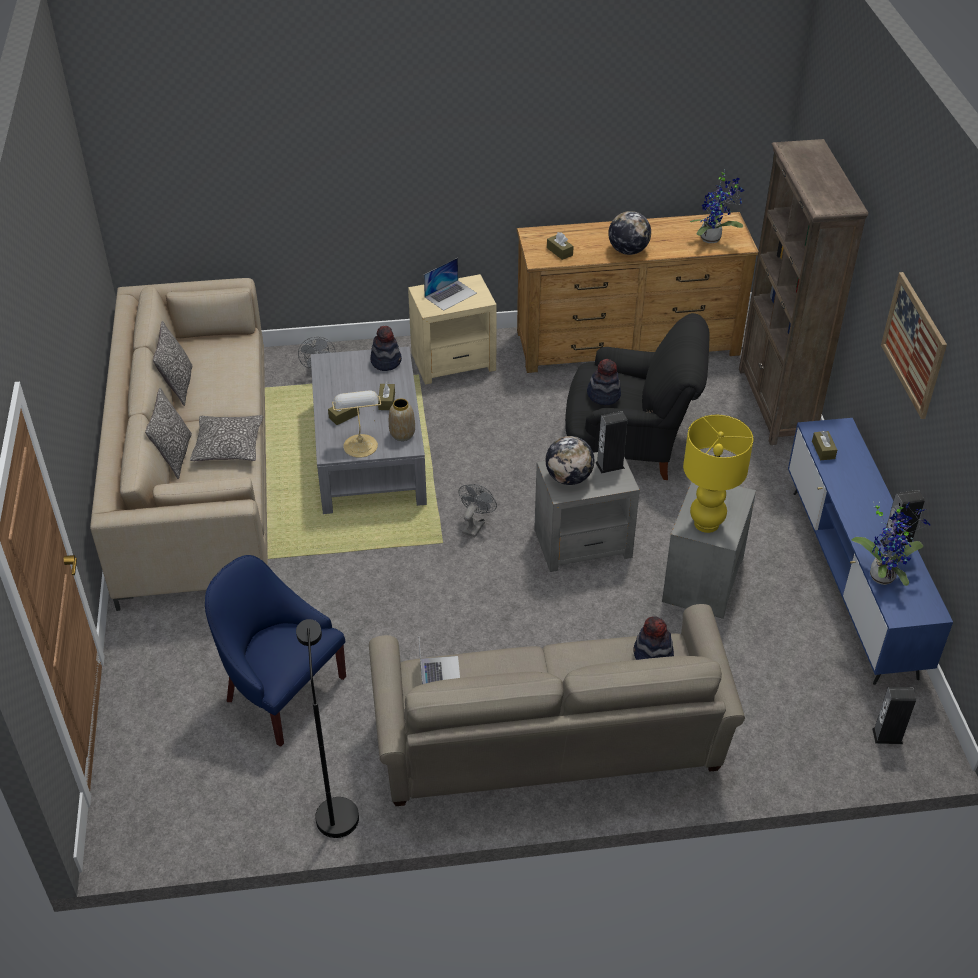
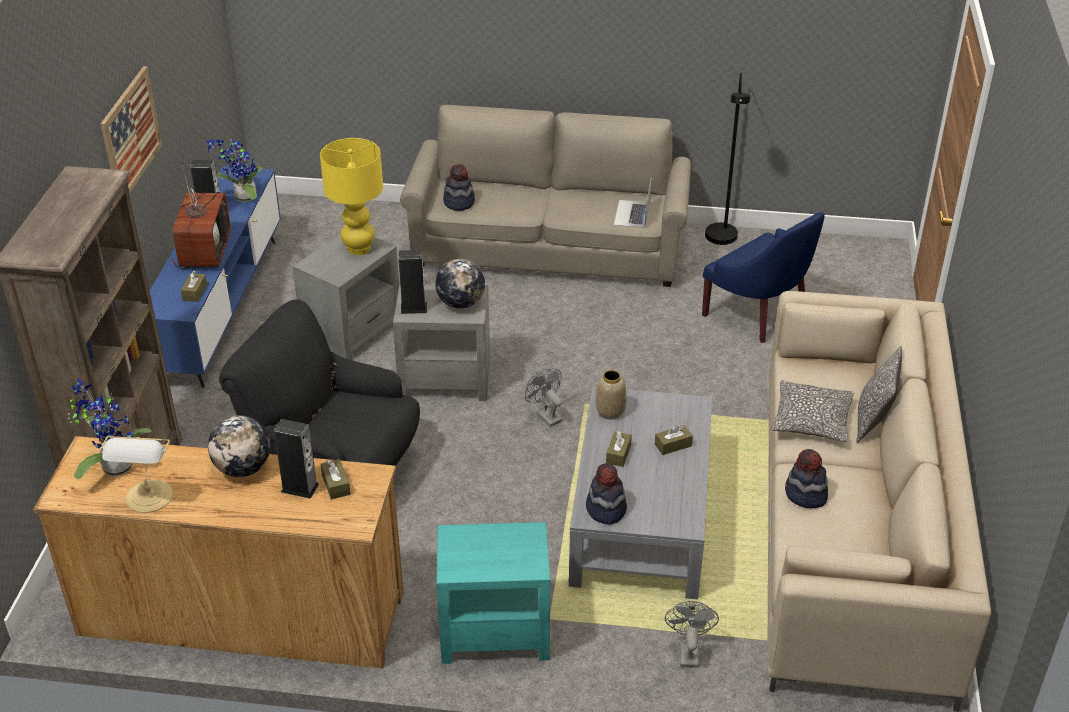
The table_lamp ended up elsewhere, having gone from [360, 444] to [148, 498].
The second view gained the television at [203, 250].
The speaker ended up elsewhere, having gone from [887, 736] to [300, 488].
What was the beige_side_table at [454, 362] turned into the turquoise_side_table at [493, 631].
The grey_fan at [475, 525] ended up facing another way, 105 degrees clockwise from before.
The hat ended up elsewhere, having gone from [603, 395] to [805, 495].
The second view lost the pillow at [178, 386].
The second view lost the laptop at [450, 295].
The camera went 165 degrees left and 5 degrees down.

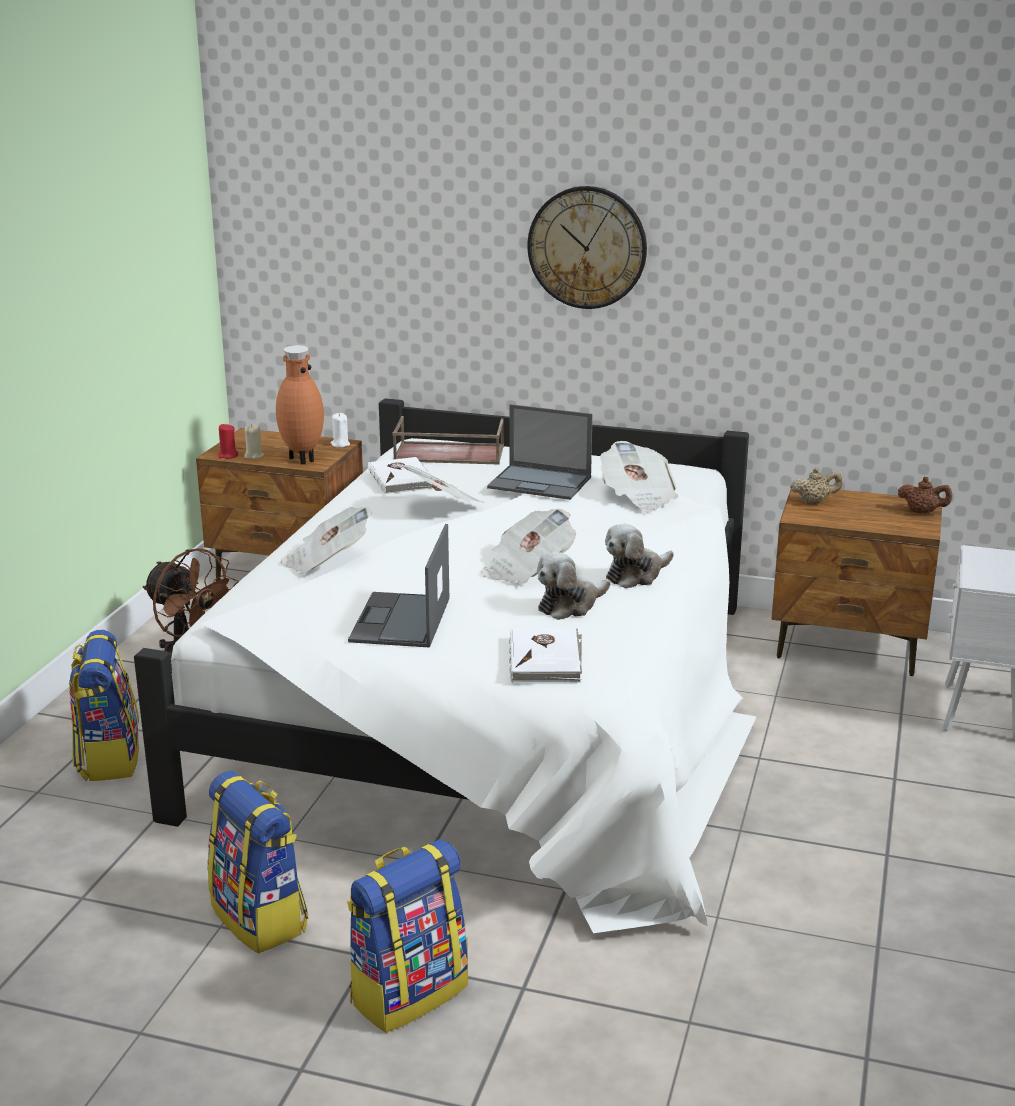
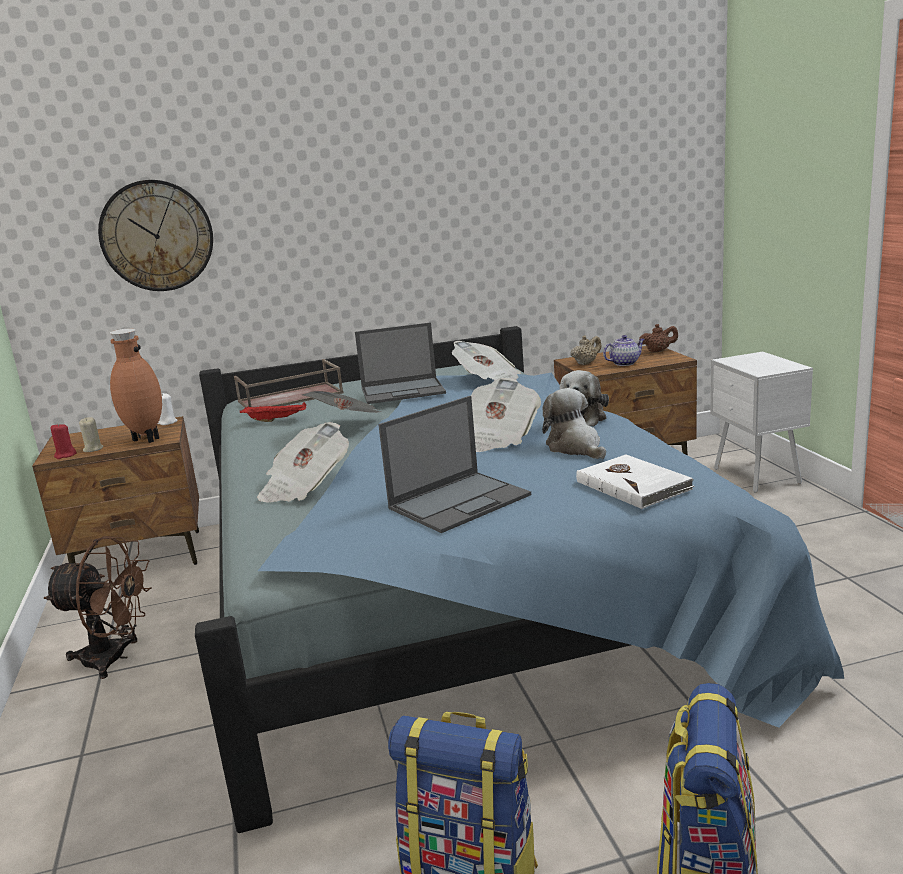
The wall_clock ended up elsewhere, having gone from [587, 247] to [157, 236].
What was the white_bed at [499, 712] turned into the blue_bed at [454, 593].
Where the white_book stood at [402, 479], the red_tray came to stand at [276, 420].
The laptop at [401, 621] ended up facing another way, 105 degrees counterclockwise from before.
The plush_toy at [570, 605] ended up facing another way, 135 degrees clockwise from before.
The second view gained the teapot at [624, 363].
The second view lost the backpack at [108, 758].
The camera went 30 degrees left and 5 degrees down.

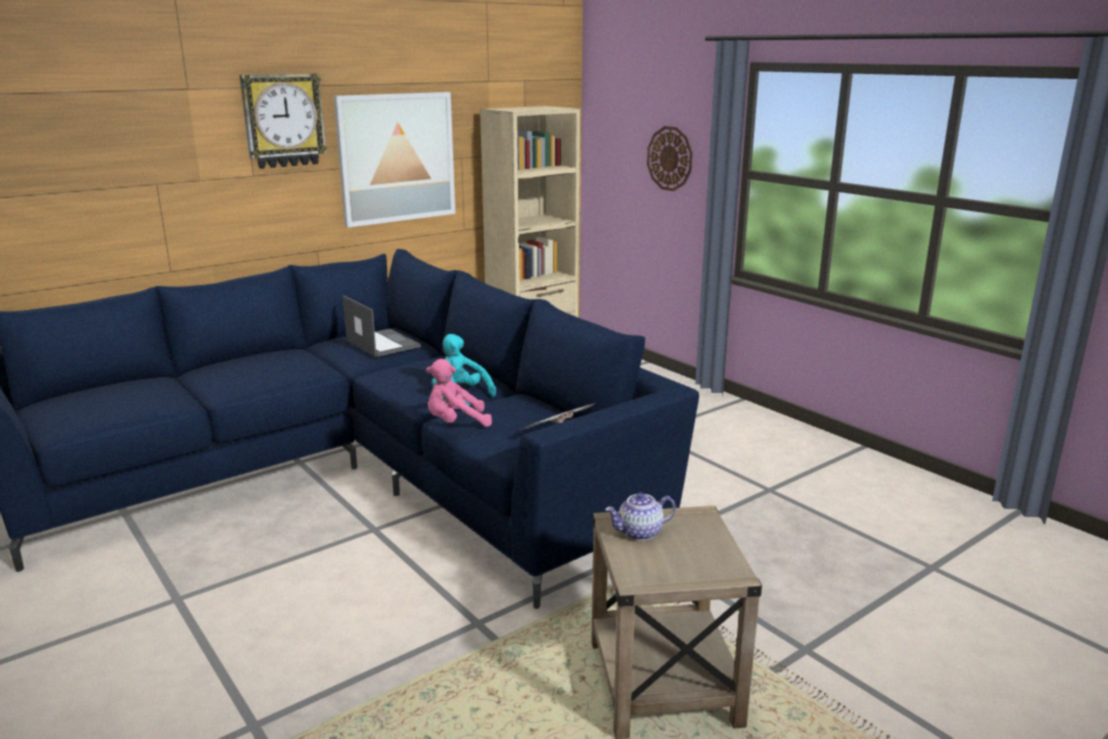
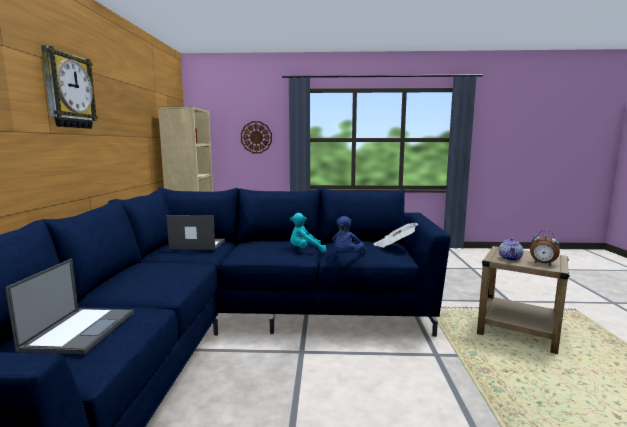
The second view gained the laptop at [80, 330].
What was the pink_plush_toy at [456, 423] turned into the blue_plush_toy at [347, 256].
The second view gained the alarm_clock at [542, 264].
The second view lost the picture at [396, 158].
The camera went 50 degrees left and 10 degrees down.

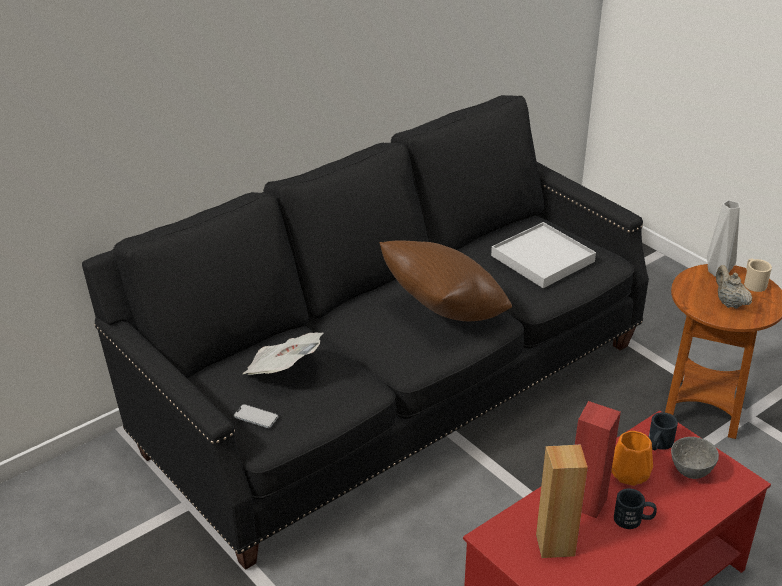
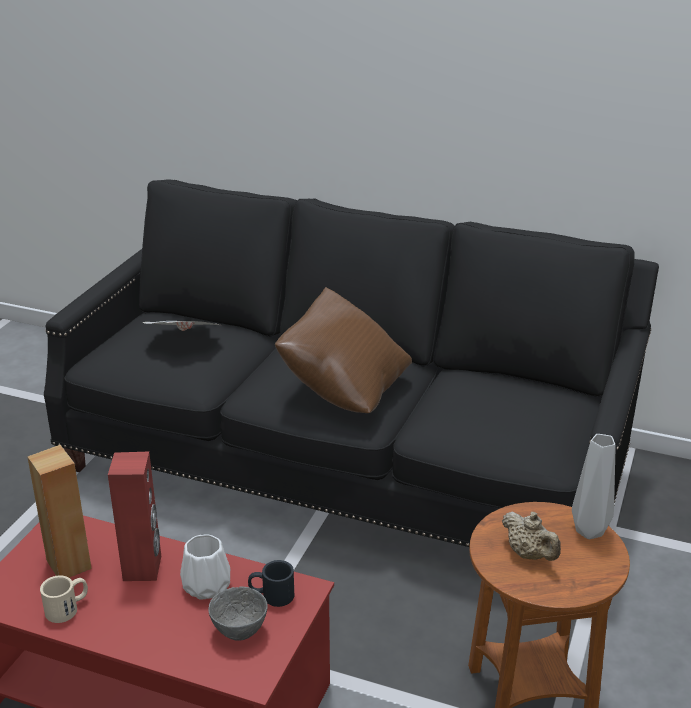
The beige_mug ended up elsewhere, having gone from [753, 282] to [68, 608].
What was the orange_vase at [629, 473] turned into the white_vase at [208, 586].
The beige_teapot at [729, 303] ended up facing another way, 105 degrees clockwise from before.
The second view lost the phone at [256, 417].
The second view lost the white_tray at [542, 258].
The second view lost the black_mug at [633, 519].
The camera went 60 degrees right and 5 degrees down.

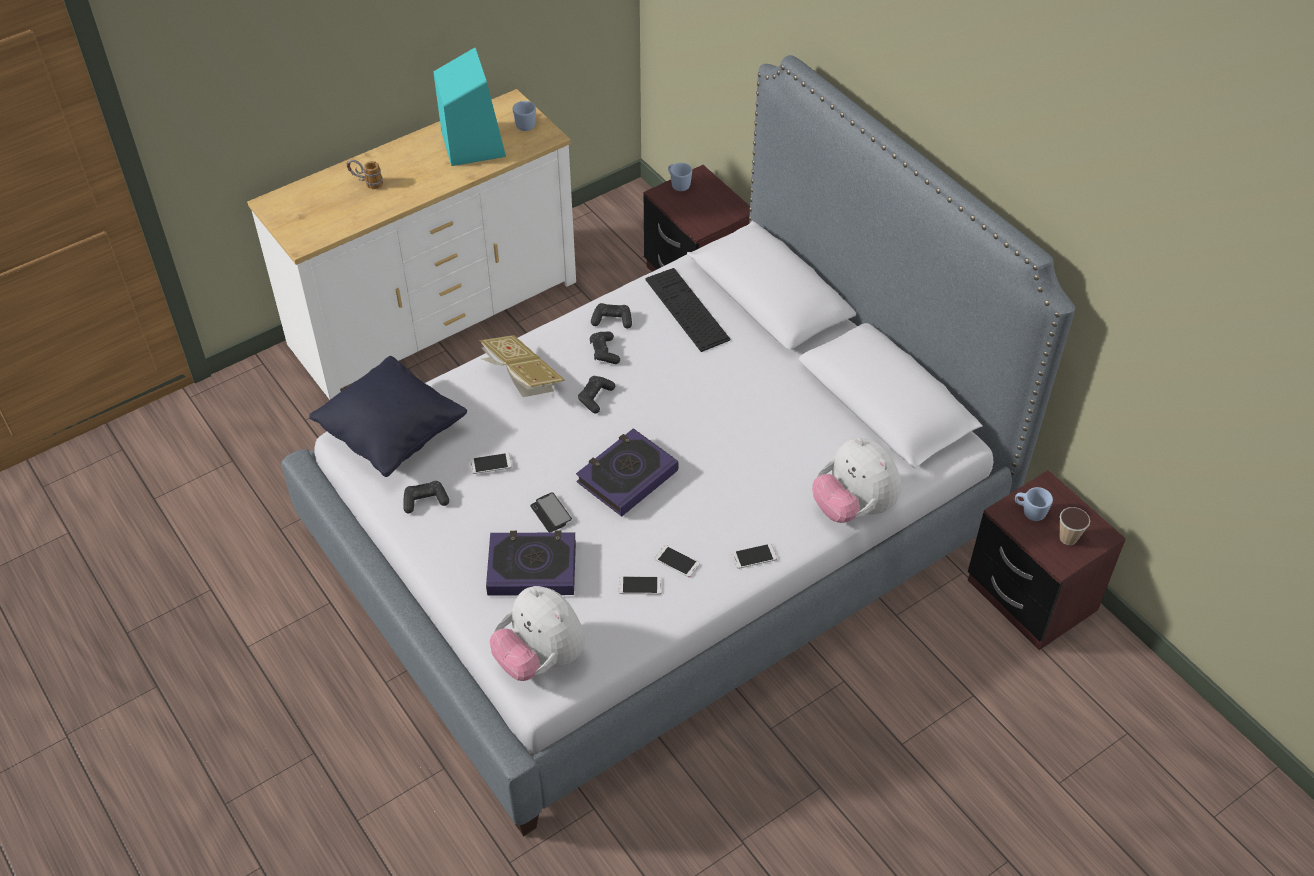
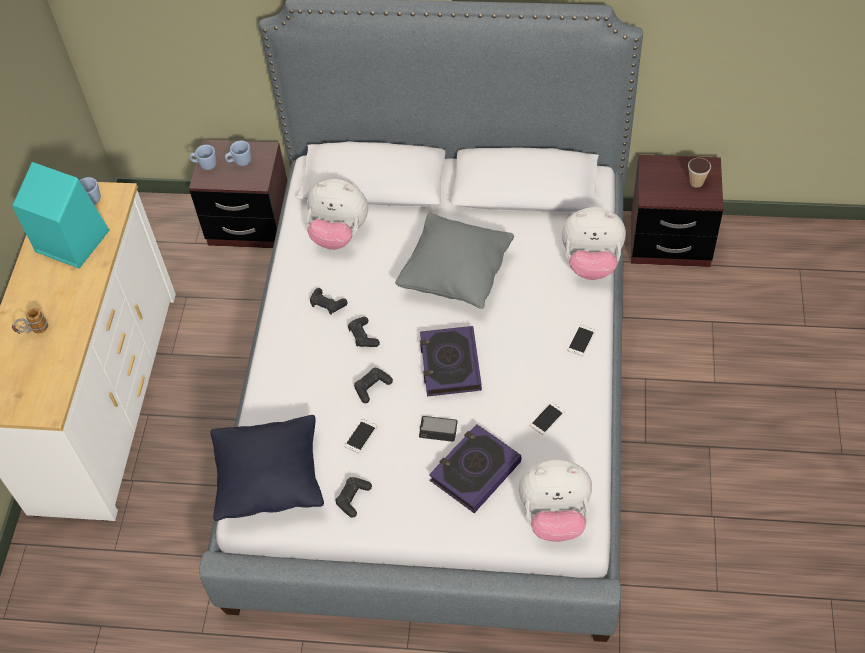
The blue_mug ended up elsewhere, having gone from [1029, 512] to [240, 162].
Where the keyboard stood at [687, 309], the plush_toy came to stand at [339, 234].
The black_game_controller ended up elsewhere, having gone from [612, 320] to [372, 387].
The second view gained the grey_pillow at [456, 276].
The second view lost the book at [521, 379].
The second view lost the phone at [677, 561].
The camera went 45 degrees left and 5 degrees up.

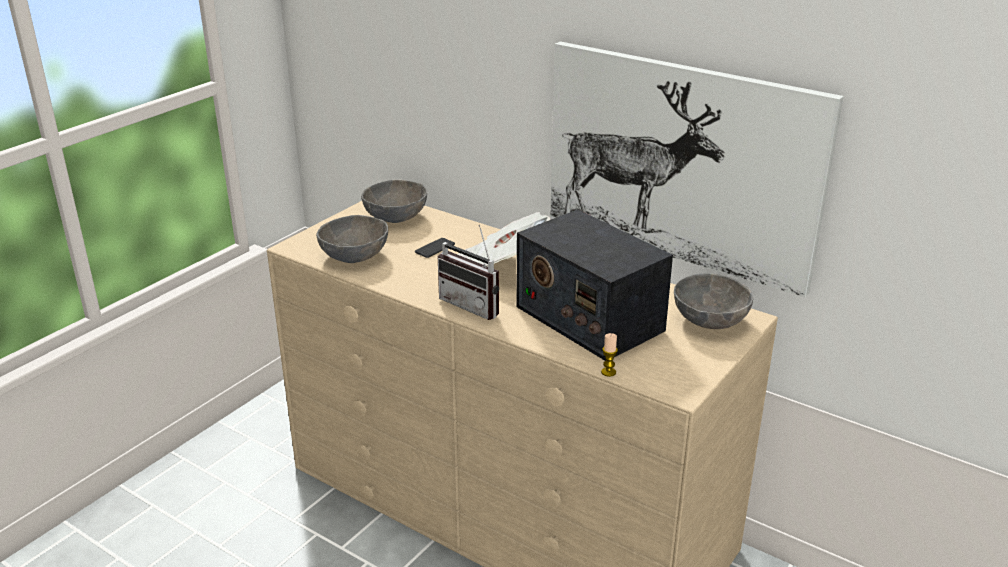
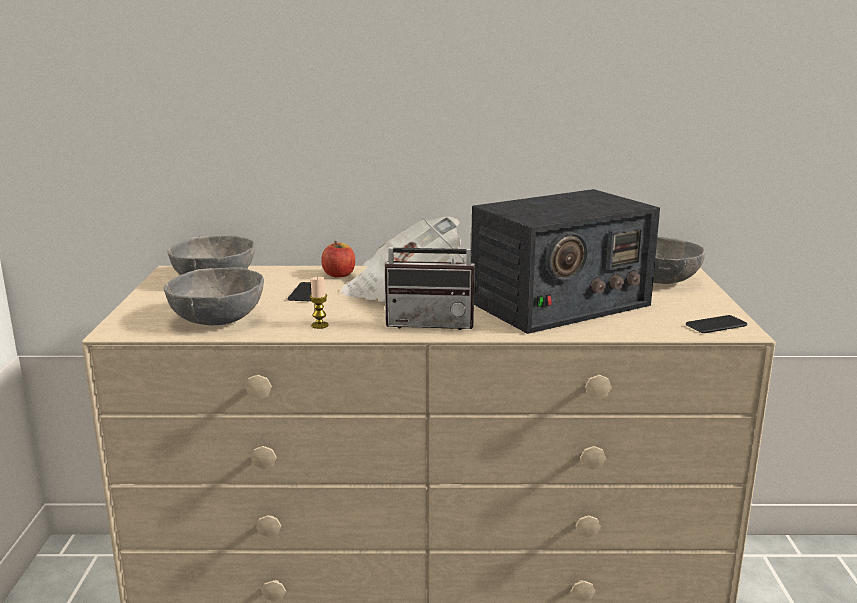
The candle ended up elsewhere, having gone from [608, 372] to [319, 325].
The second view gained the apple at [339, 275].
The radio at [588, 318] ended up facing another way, 45 degrees counterclockwise from before.
The second view gained the phone at [716, 325].
The second view lost the picture at [681, 164].
The camera went 35 degrees left and 10 degrees down.

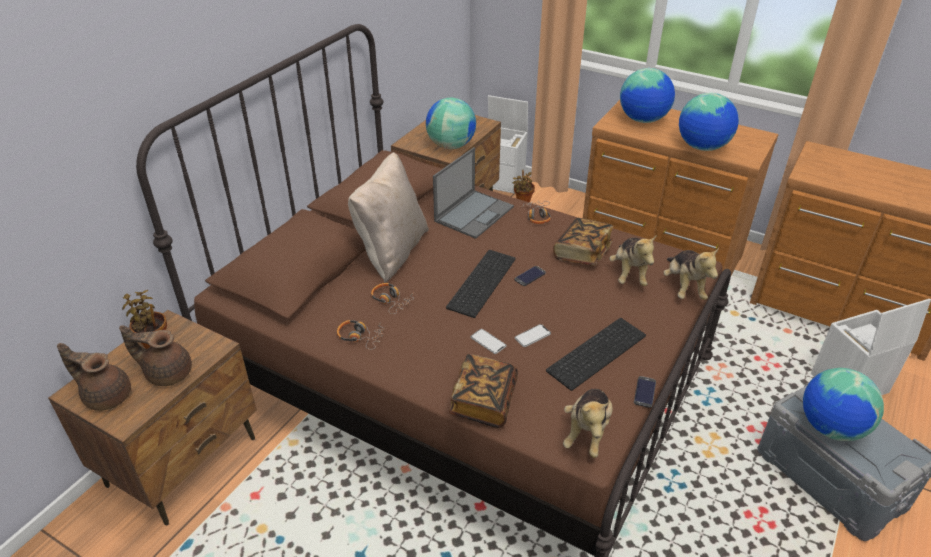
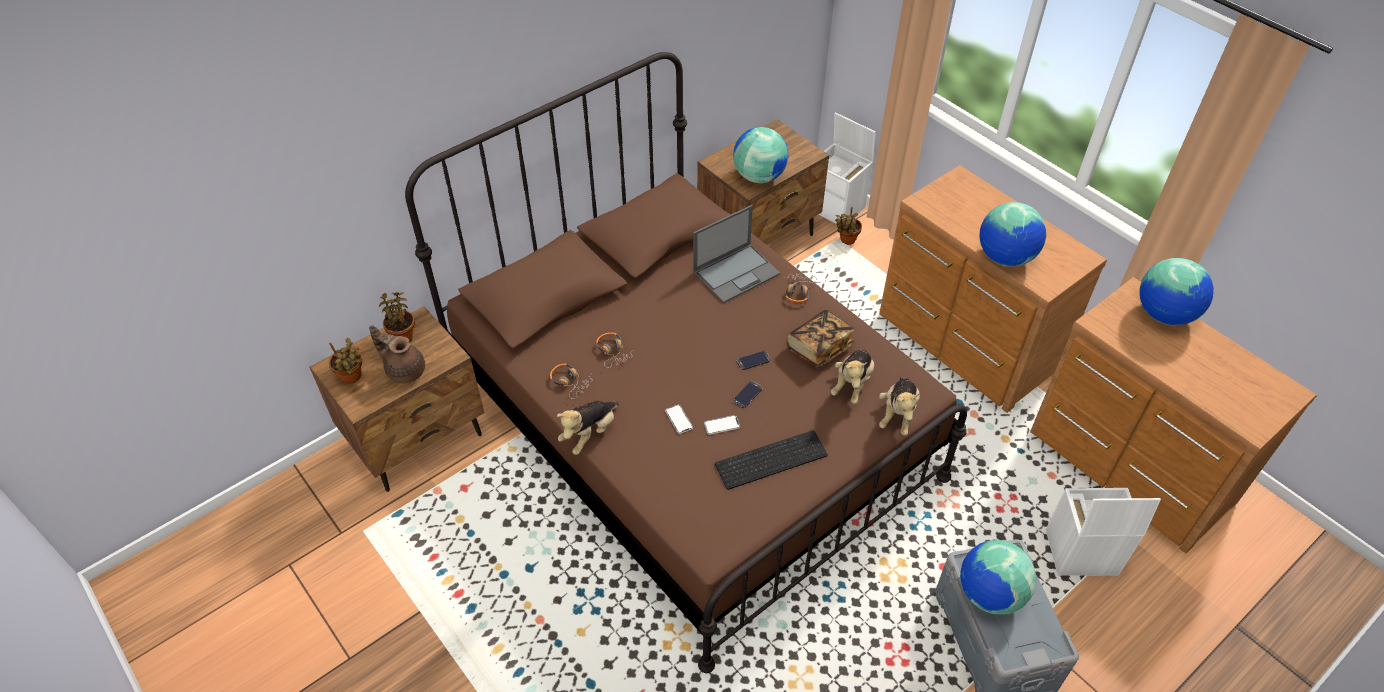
Where the brown_teapot stood at [106, 395], the potted_plant came to stand at [352, 378].
The plush_toy ended up elsewhere, having gone from [587, 432] to [589, 434].
The phone ended up elsewhere, having gone from [645, 392] to [747, 394].
The globe ended up elsewhere, having gone from [643, 120] to [1164, 315].
The second view lost the beige_pillow at [391, 252].
The second view lost the keyboard at [480, 281].
The second view lost the book at [483, 402].
The camera went 20 degrees right and 10 degrees up.

